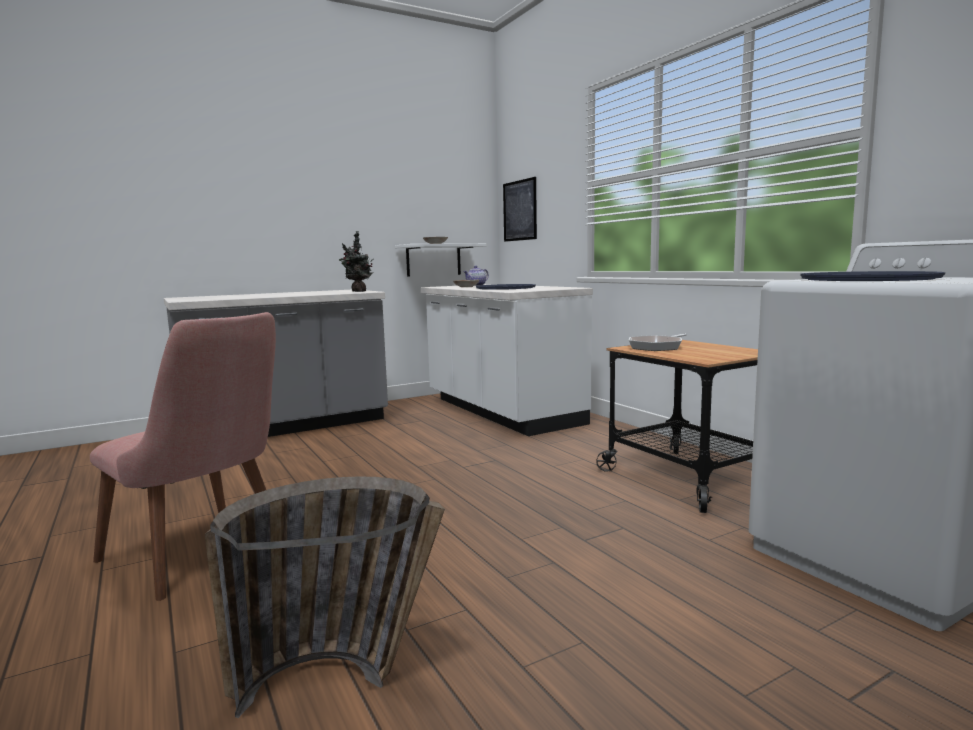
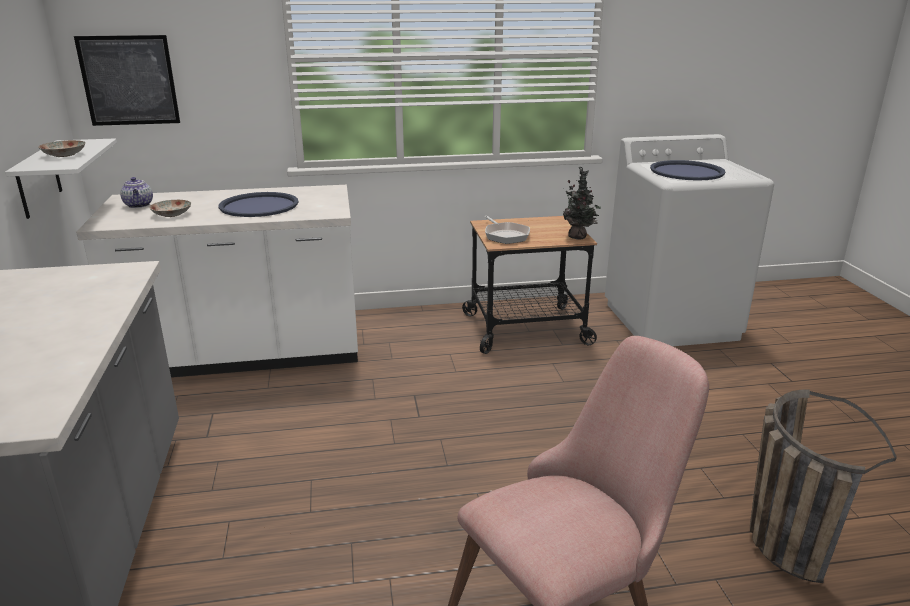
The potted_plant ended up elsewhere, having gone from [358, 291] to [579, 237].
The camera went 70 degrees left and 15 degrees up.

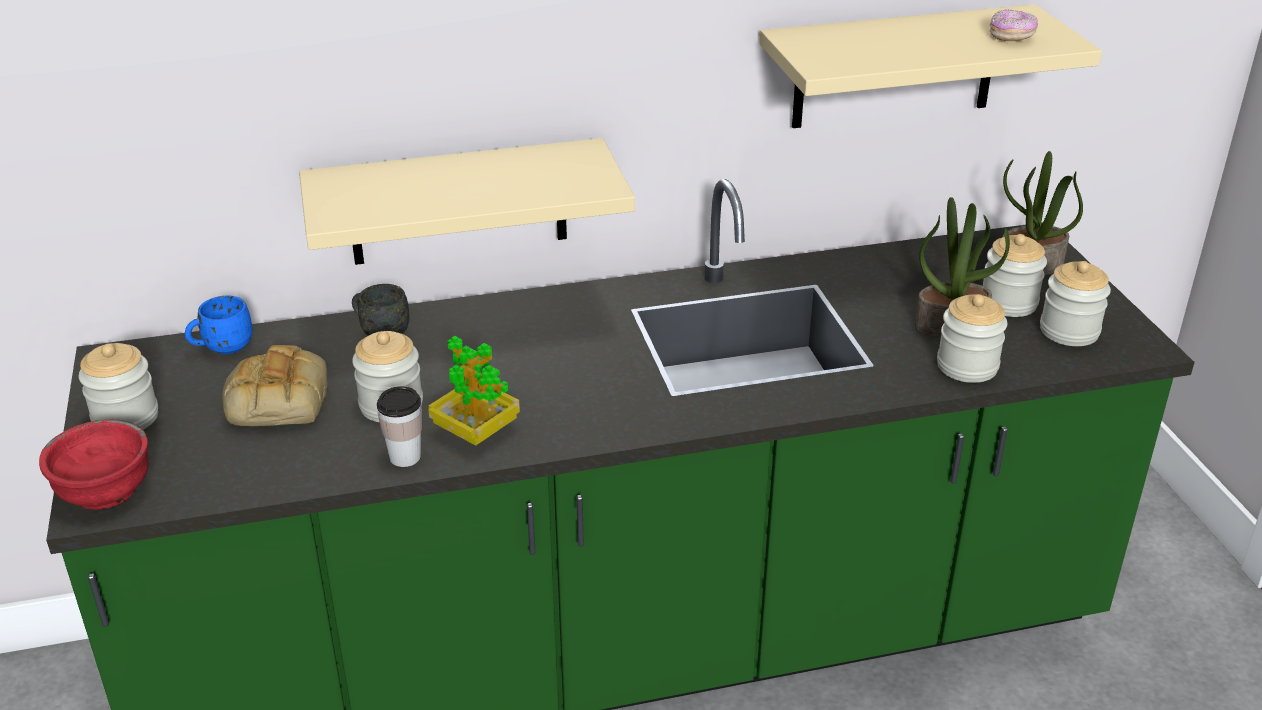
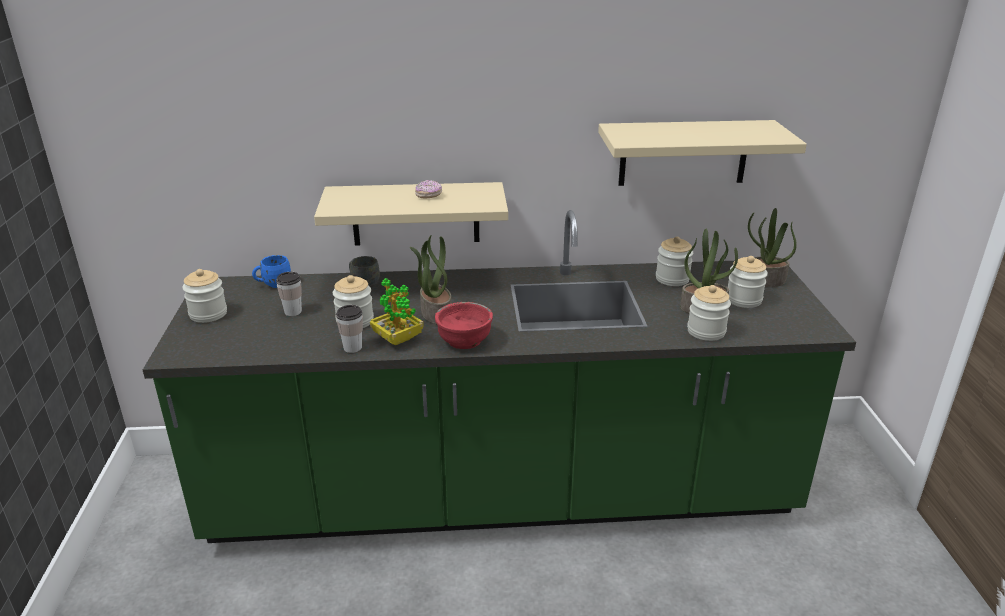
Where the bread stood at [276, 398], the cup came to stand at [293, 311].
The second view gained the potted_plant at [435, 313].
The donut ended up elsewhere, having gone from [1011, 36] to [429, 196].
The red_bowl ended up elsewhere, having gone from [106, 491] to [465, 341].
The jar ended up elsewhere, having gone from [1069, 331] to [672, 279].
The camera went 10 degrees right and 5 degrees down.

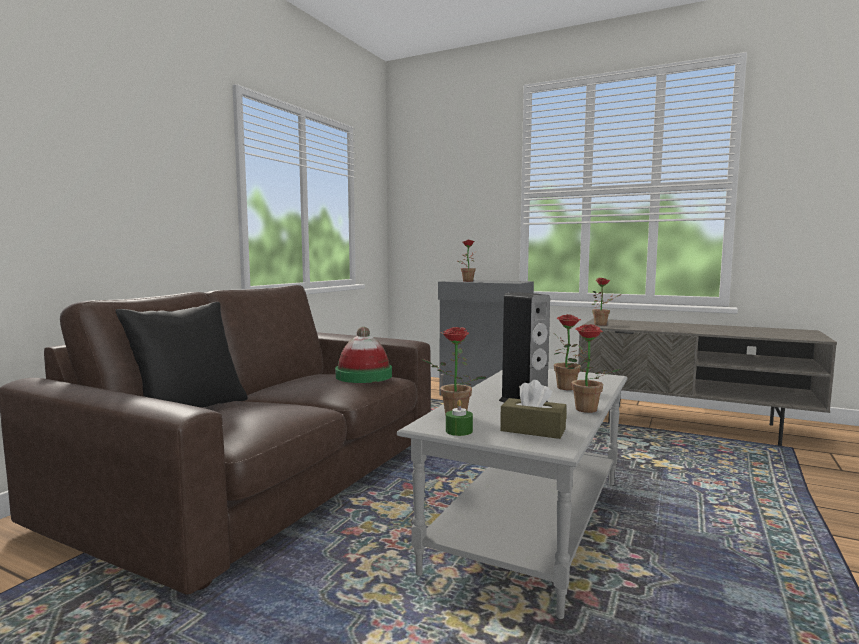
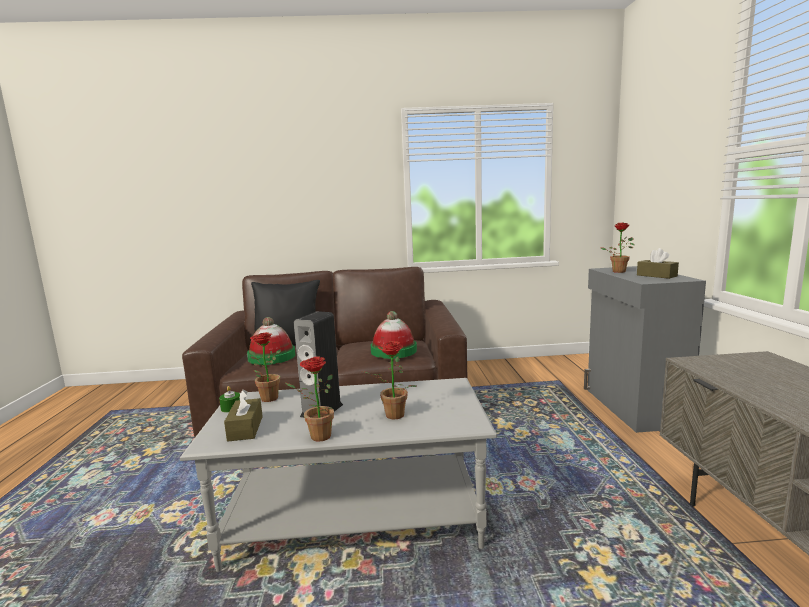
The second view gained the hat at [272, 357].
The second view gained the brown_tissue_box at [656, 275].
The second view lost the potted_plant at [603, 324].
The camera went 60 degrees right and 5 degrees up.

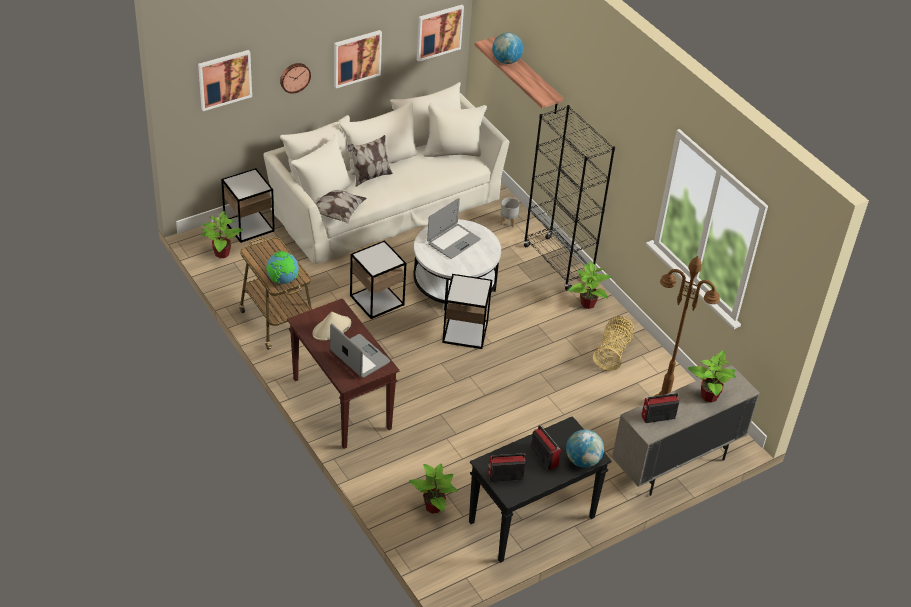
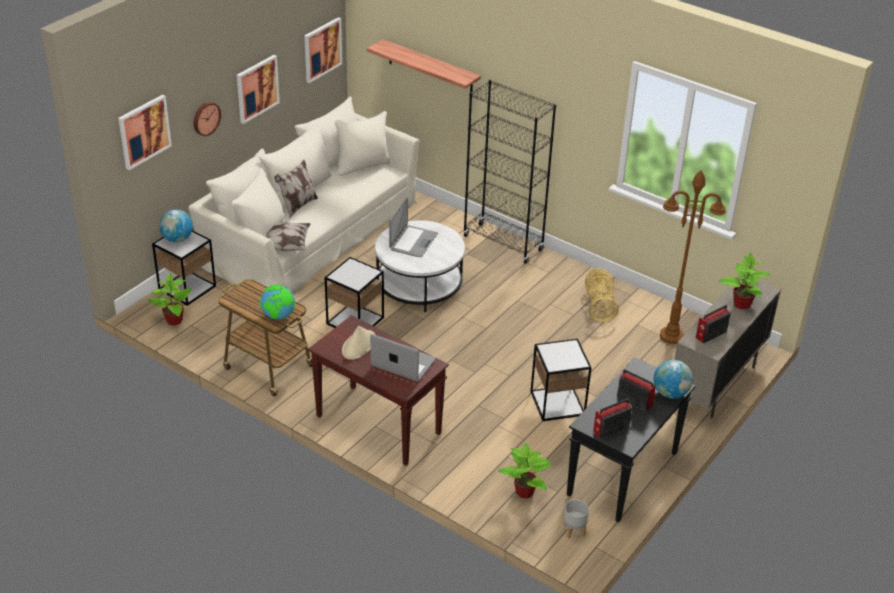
The globe ended up elsewhere, having gone from [506, 61] to [177, 239].
The side_table ended up elsewhere, having gone from [465, 332] to [557, 403].
The grey_planter ended up elsewhere, having gone from [508, 222] to [573, 530].
The second view lost the potted_plant at [587, 303].
The camera went 20 degrees left and 5 degrees down.

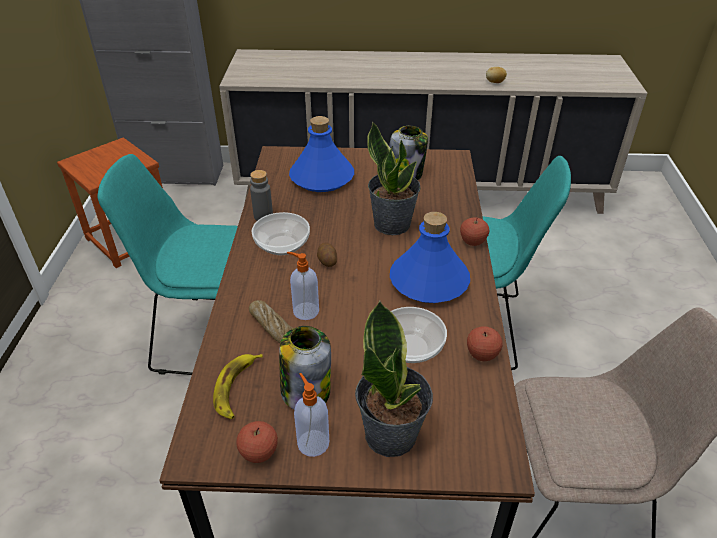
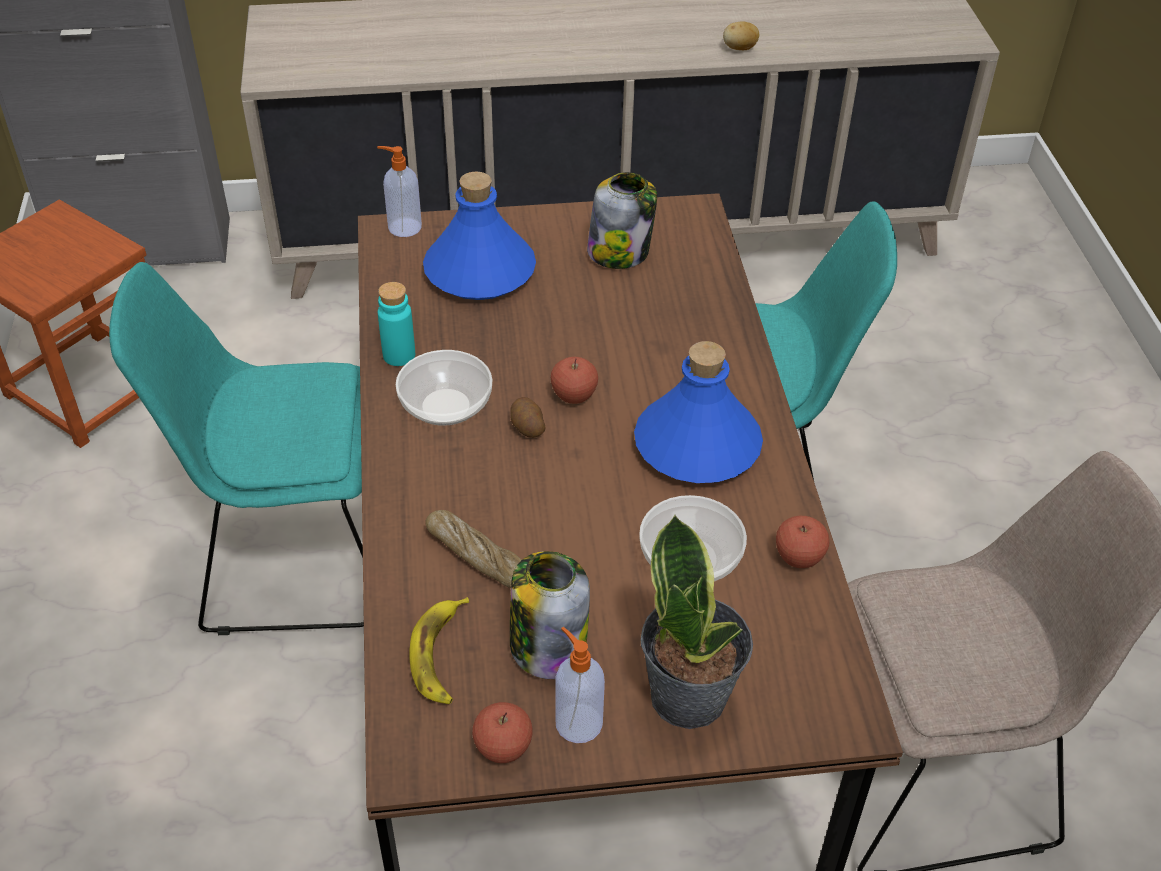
The soap_dispenser ended up elsewhere, having gone from [305, 311] to [403, 227].
What was the grey_bottle at [263, 216] turned into the turquoise_bottle at [399, 355].
The apple ended up elsewhere, having gone from [472, 242] to [574, 396].
The second view lost the potted_plant at [392, 224].
The camera went 10 degrees left and 5 degrees up.

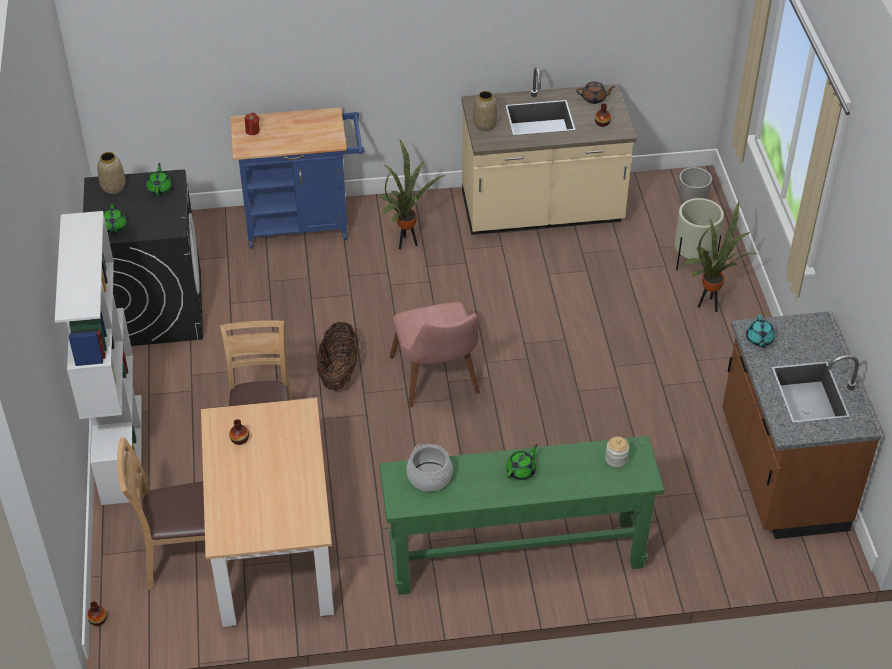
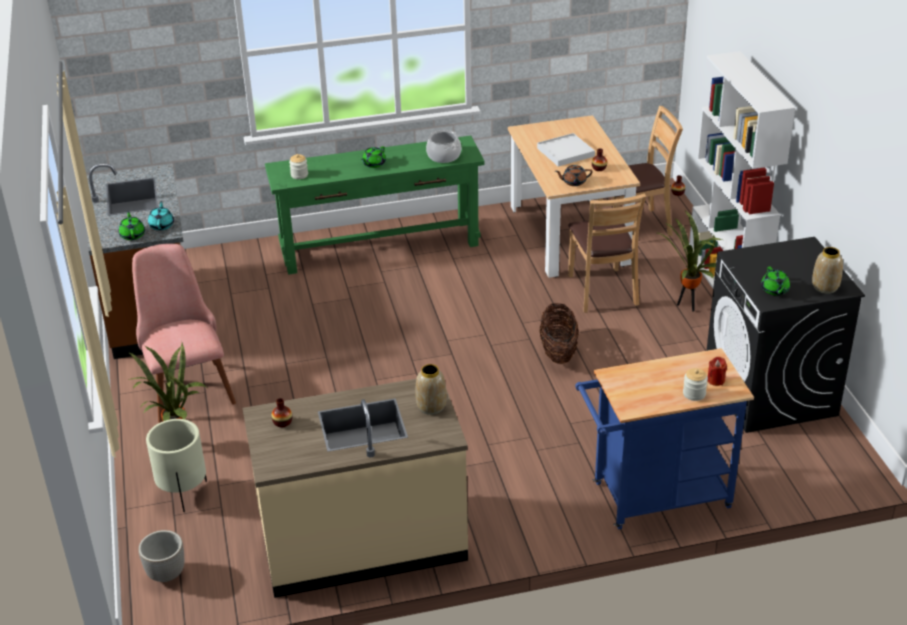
The green_teapot ended up elsewhere, having gone from [114, 227] to [132, 235].
The pink_chair ended up elsewhere, having gone from [439, 383] to [186, 384].
The second view gained the white_tray at [565, 152].
The brown_teapot ended up elsewhere, having gone from [594, 98] to [573, 182].
The potted_plant ended up elsewhere, having gone from [407, 243] to [688, 306].
The second view gained the jar at [694, 394].
The camera went 175 degrees right and 10 degrees down.

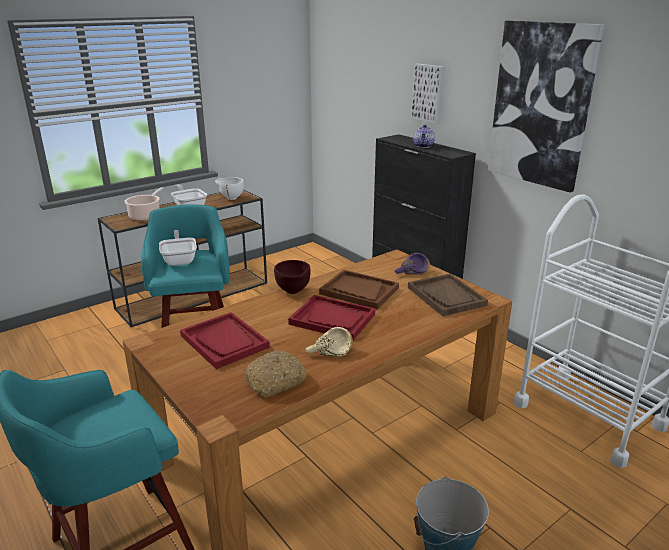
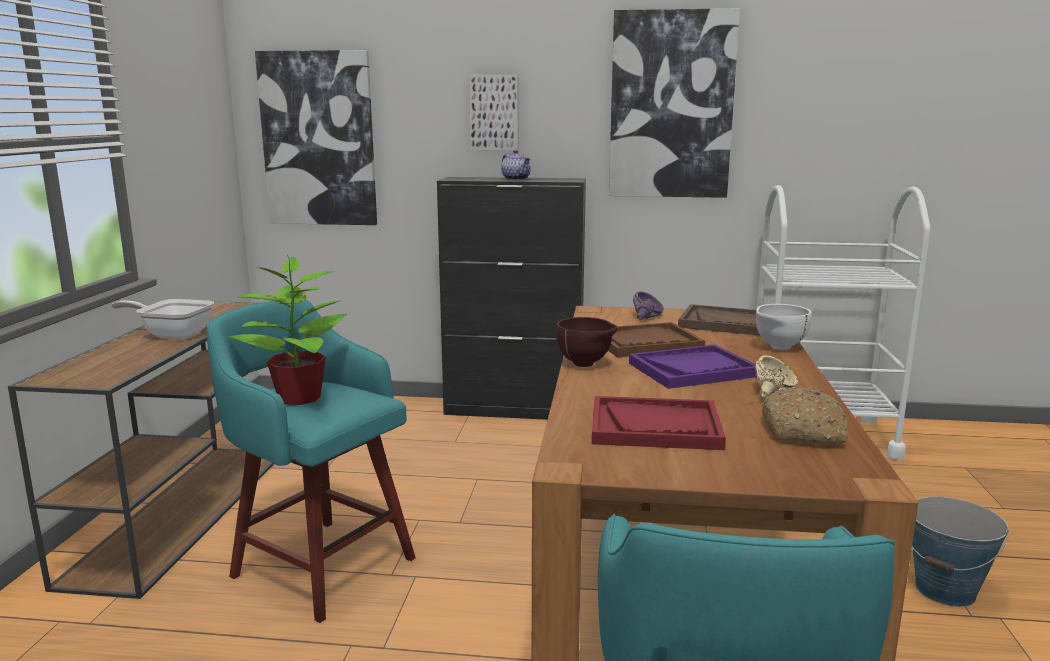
Where the frying_pan stood at [180, 259], the potted_plant came to stand at [298, 398].
The second view gained the picture at [319, 139].
What was the red_tray at [332, 319] turned into the purple_tray at [693, 369].
The white_bowl ended up elsewhere, having gone from [230, 198] to [778, 348].
The second view lost the cooking_pot at [146, 216].
The camera went 45 degrees left and 10 degrees down.

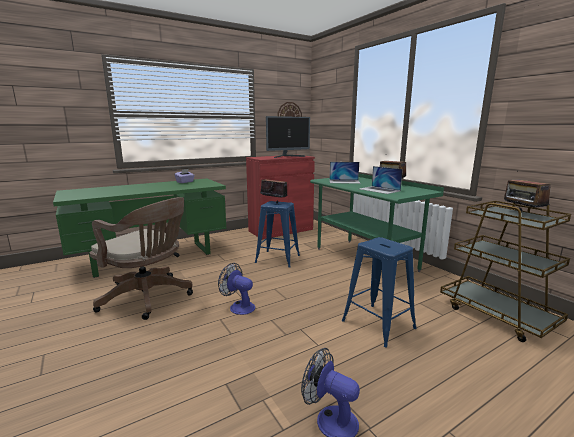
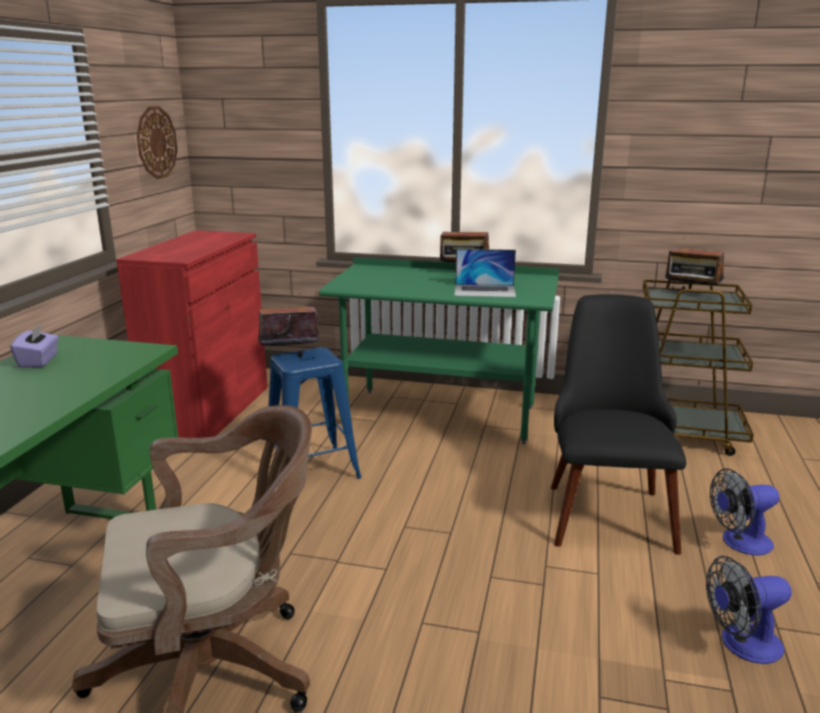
Where the blue_stool stood at [377, 324], the black_chair came to stand at [605, 506].
The fan ended up elsewhere, having gone from [238, 306] to [739, 543].
The second view lost the monitor at [287, 156].
The second view lost the laptop at [344, 181].
The camera went 45 degrees left and 5 degrees up.

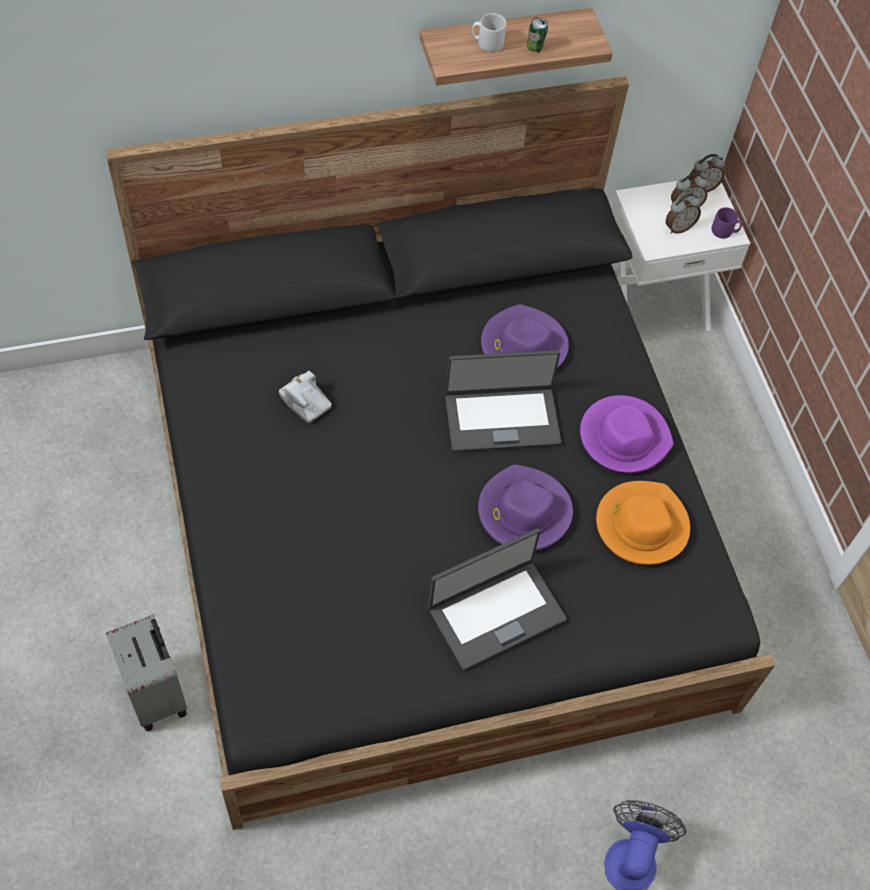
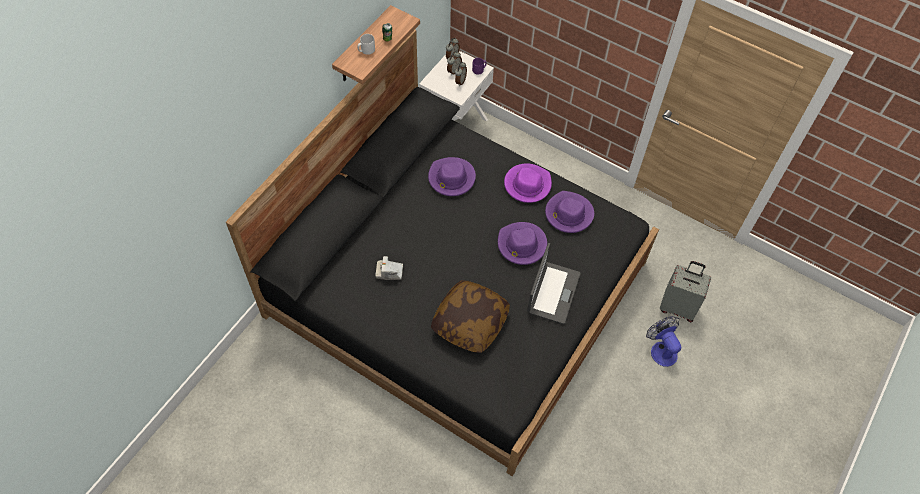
The second view gained the pillow at [470, 322].
What was the orange_hat at [641, 525] turned into the purple_hat at [568, 214].
The grey_suitcase ended up elsewhere, having gone from [158, 694] to [678, 307].
The second view lost the laptop at [502, 418].
The camera went 40 degrees left and 0 degrees up.

